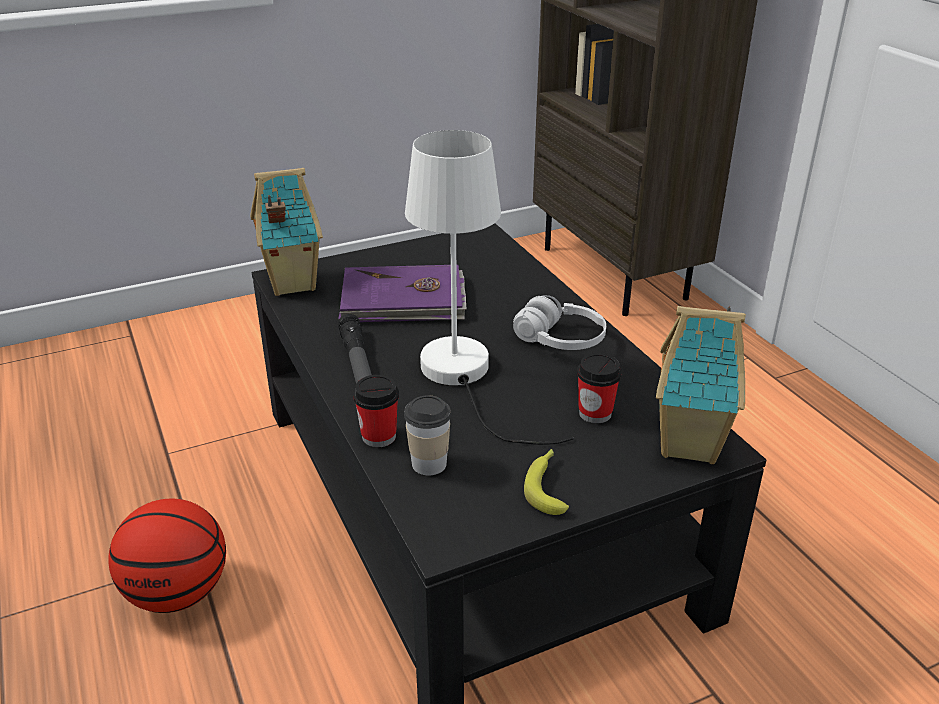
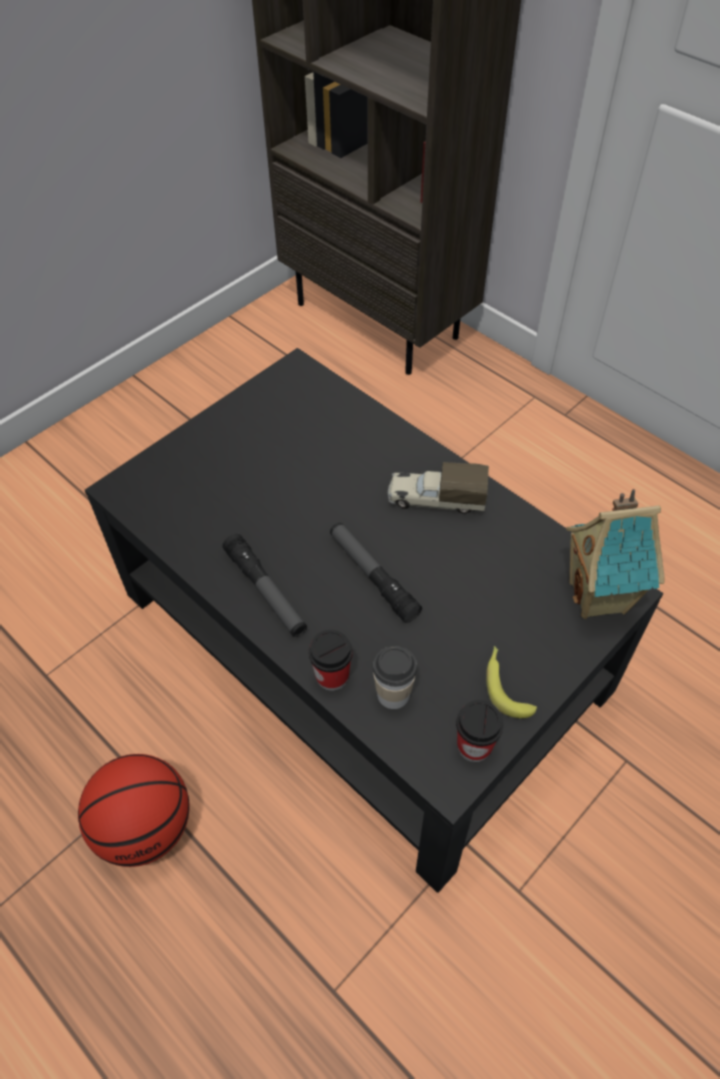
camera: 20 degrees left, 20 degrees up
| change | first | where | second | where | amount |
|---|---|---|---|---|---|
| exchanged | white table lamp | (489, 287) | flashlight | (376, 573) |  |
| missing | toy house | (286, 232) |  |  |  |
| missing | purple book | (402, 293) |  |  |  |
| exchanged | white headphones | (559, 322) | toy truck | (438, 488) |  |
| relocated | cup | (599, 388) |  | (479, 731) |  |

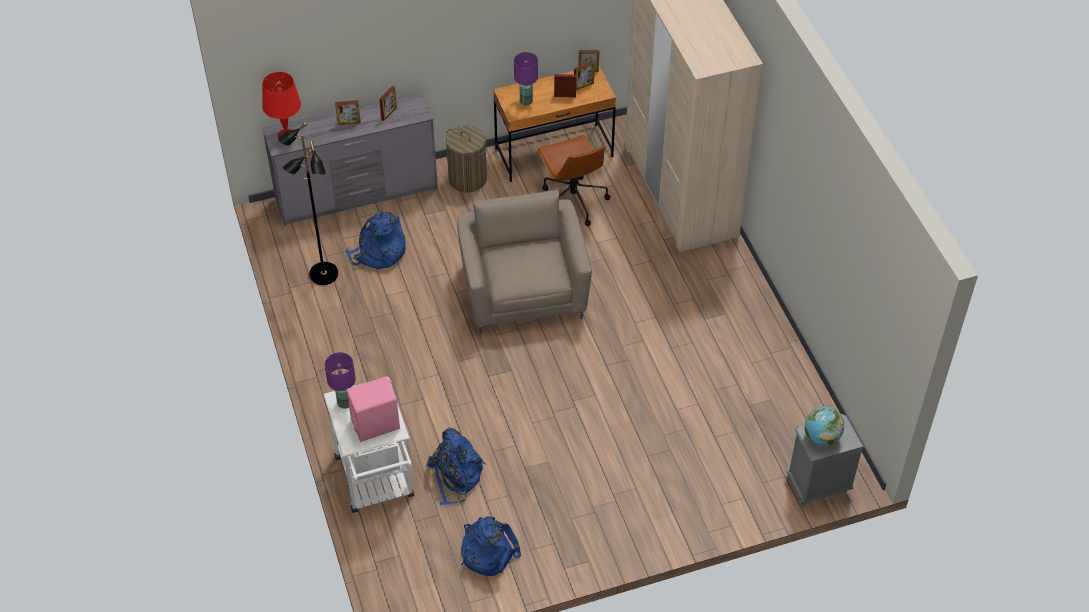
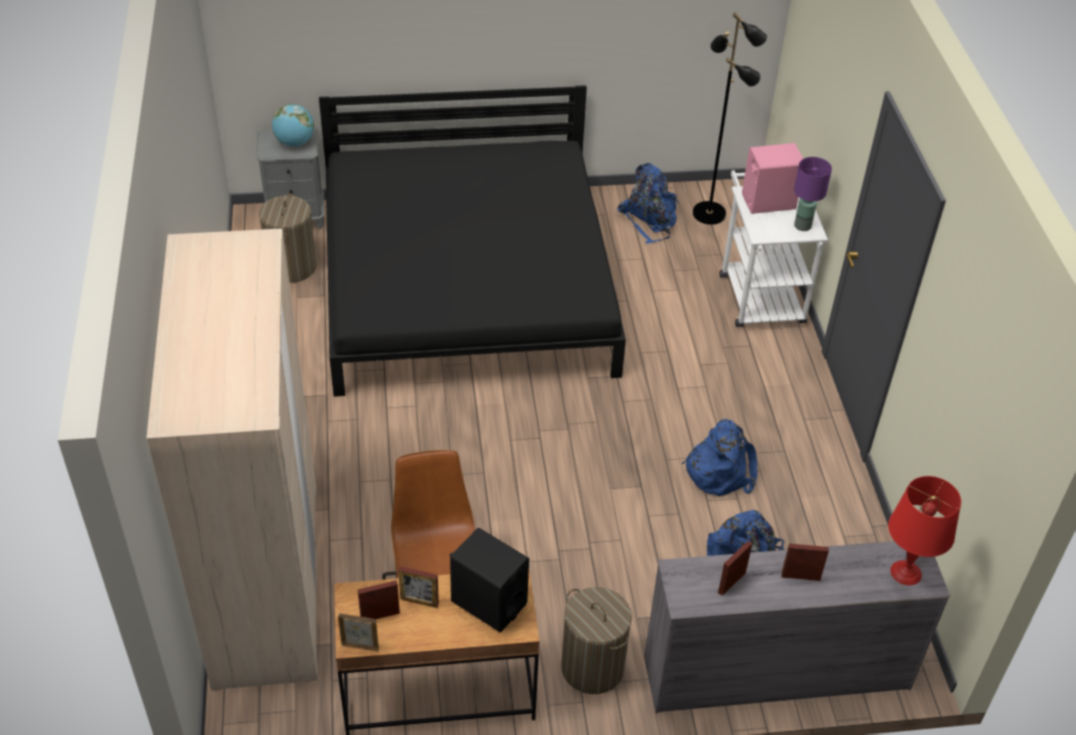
camera: 170 degrees left, 5 degrees down
| change | first | where | second | where | amount |
|---|---|---|---|---|---|
| exchanged | purple table lamp | (526, 79) | black speaker | (489, 580) |  |
| relocated | black floor lamp | (308, 203) |  | (730, 118) |  |
| missing | beige armchair | (524, 262) |  |  |  |
| relocated | blue backpack | (456, 466) |  | (720, 457) |  |
| appeared |  |  | black bed | (472, 241) |  |
| appeared |  |  | laundry basket | (287, 238) |  |

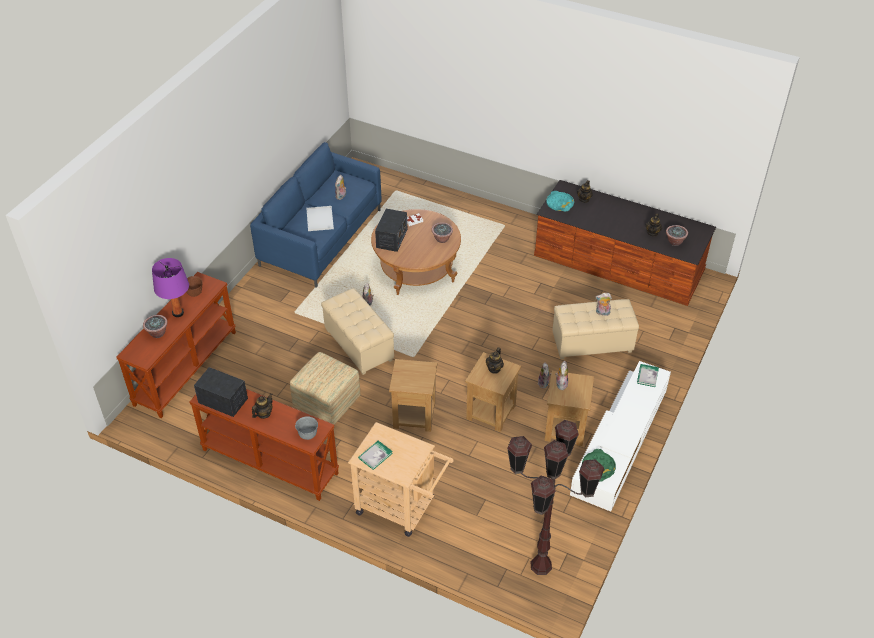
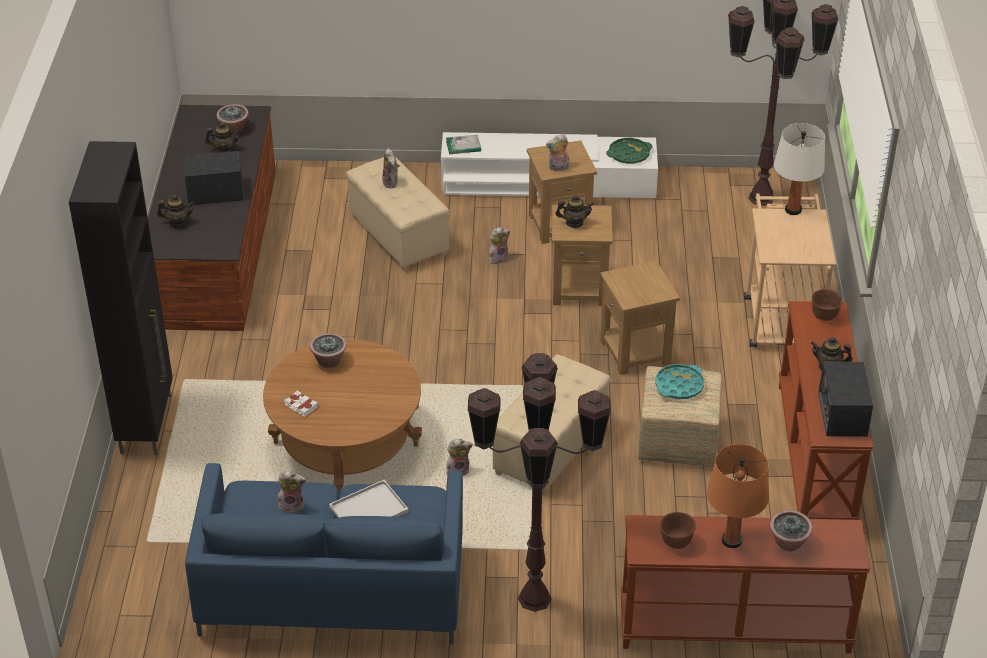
camera: 115 degrees left, 5 degrees down
| change | first | where | second | where | amount |
|---|---|---|---|---|---|
| relocated | turquoise tray | (560, 201) |  | (679, 381) |  |
| relocated | radio | (391, 230) |  | (213, 178) |  |
| colour | purple table lamp | (170, 287) | orange table lamp | (738, 496) |  |
| colour | grey bowl | (306, 428) | brown bowl | (827, 305) |  |
| missing | book | (375, 455) |  |  |  |
| appeared |  |  | white table lamp | (799, 169) |  |
| appeared |  |  | black cabinet | (121, 298) |  |
| appeared |  |  | brown floor lamp | (539, 482) |  |

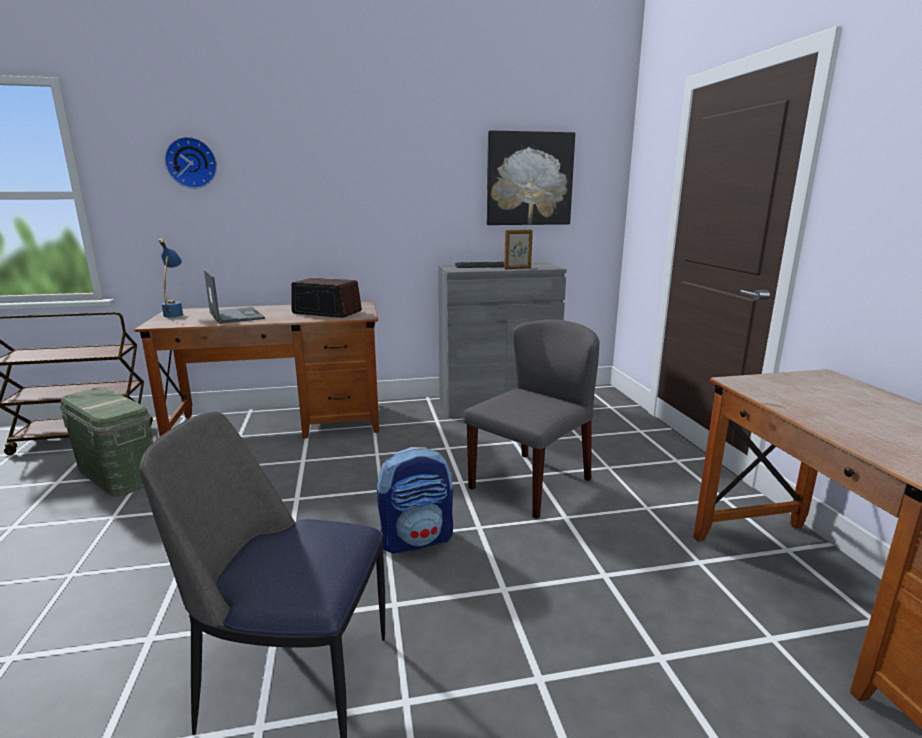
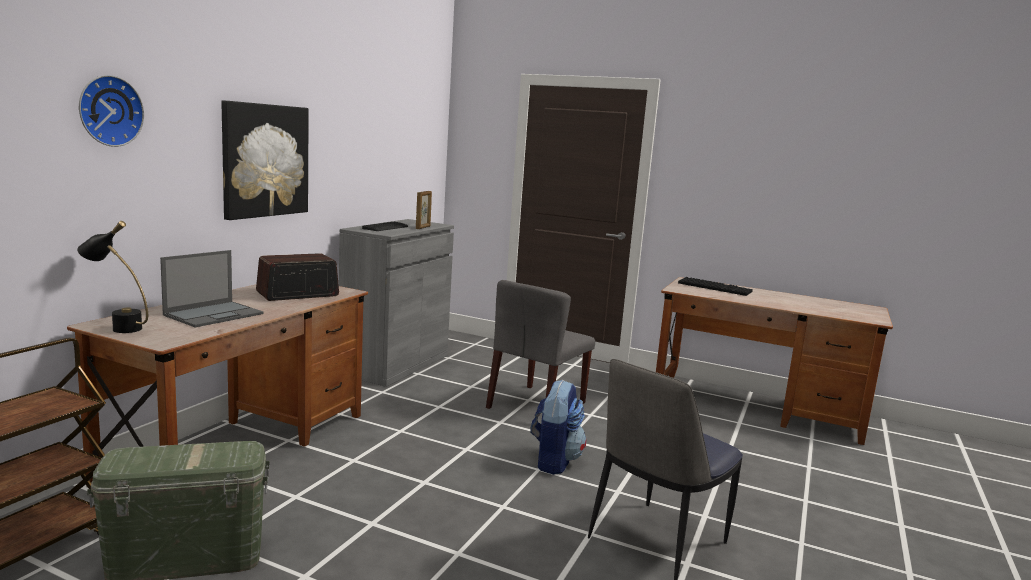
camera: 55 degrees left, 5 degrees down
| change | first | where | second | where | amount |
|---|---|---|---|---|---|
| relocated | picture | (531, 177) |  | (265, 160) |  |
| colour | blue table lamp | (170, 278) | black table lamp | (112, 277) |  |
| spun | laptop | (234, 297) |  | (212, 288) | 120 degrees clockwise |
| spun | grey chair | (531, 419) |  | (540, 344) | 135 degrees counterclockwise |
| appeared |  |  | keyboard | (715, 286) |  |

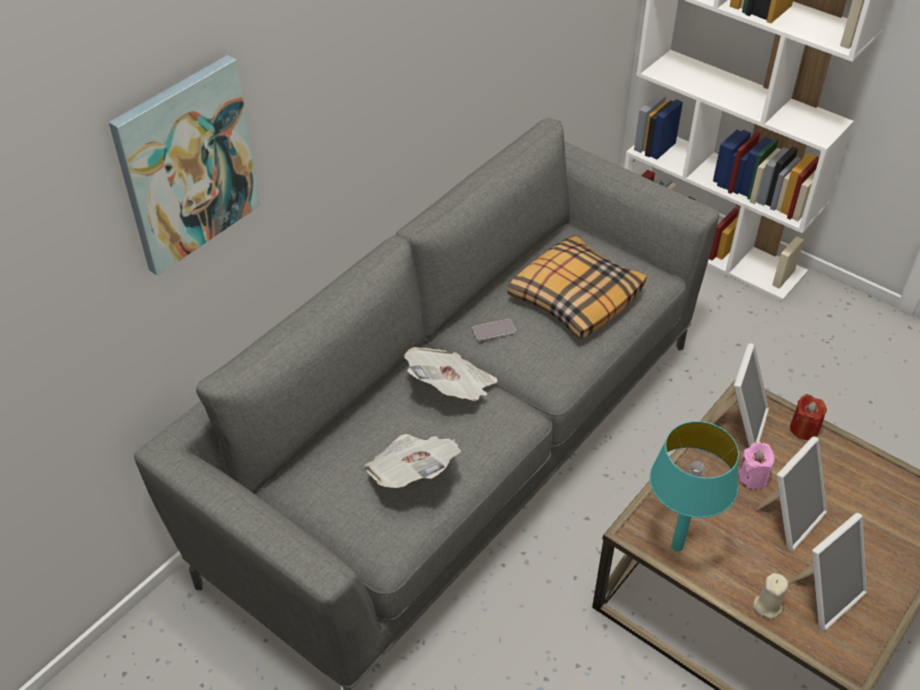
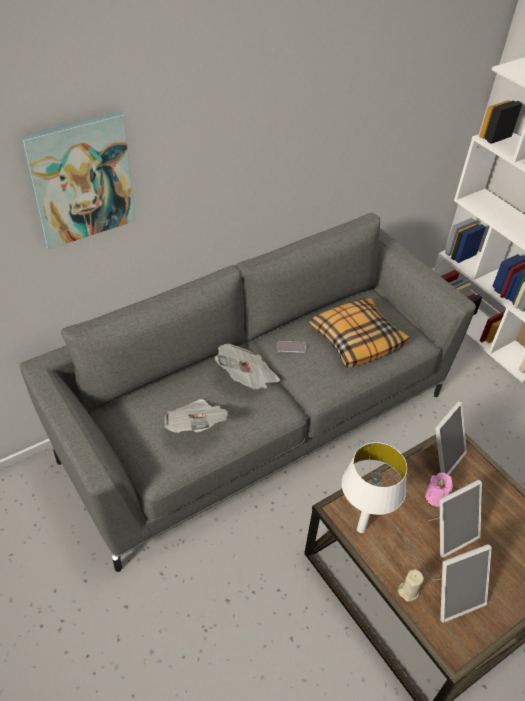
camera: 15 degrees right, 0 degrees up
| change | first | where | second | where | amount |
|---|---|---|---|---|---|
| missing | red candle | (808, 417) |  |  |  |
| colour | turquoise table lamp | (694, 486) | white table lamp | (374, 487) |  |

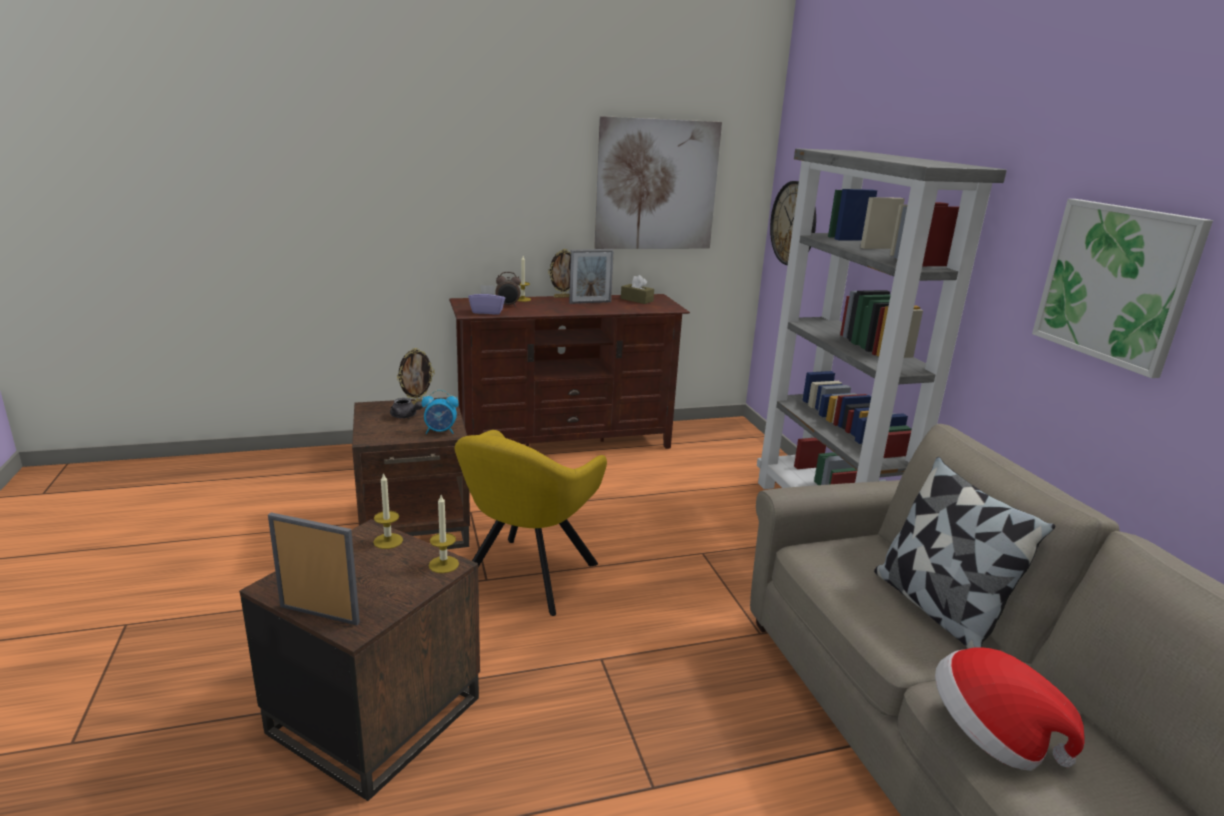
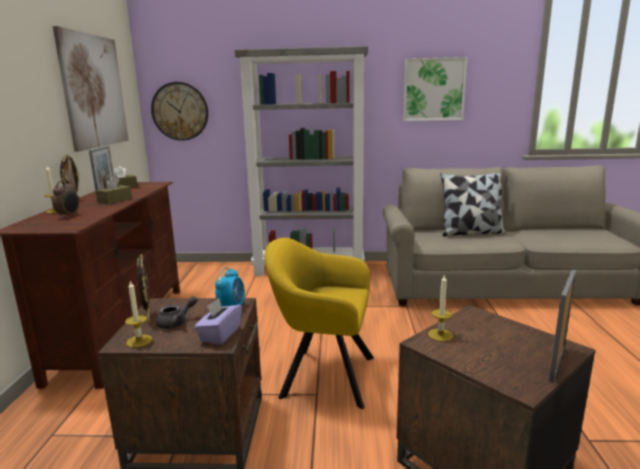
camera: 70 degrees left, 5 degrees down
| change | first | where | second | where | amount |
|---|---|---|---|---|---|
| relocated | purple tissue box | (486, 300) |  | (218, 321) |  |
| spun | yellow armchair | (531, 523) |  | (319, 323) | 150 degrees clockwise |
| relocated | candle | (444, 534) |  | (138, 314) |  |
| missing | hat | (1010, 709) |  |  |  |
| appeared |  |  | brown tissue box | (114, 190) |  |

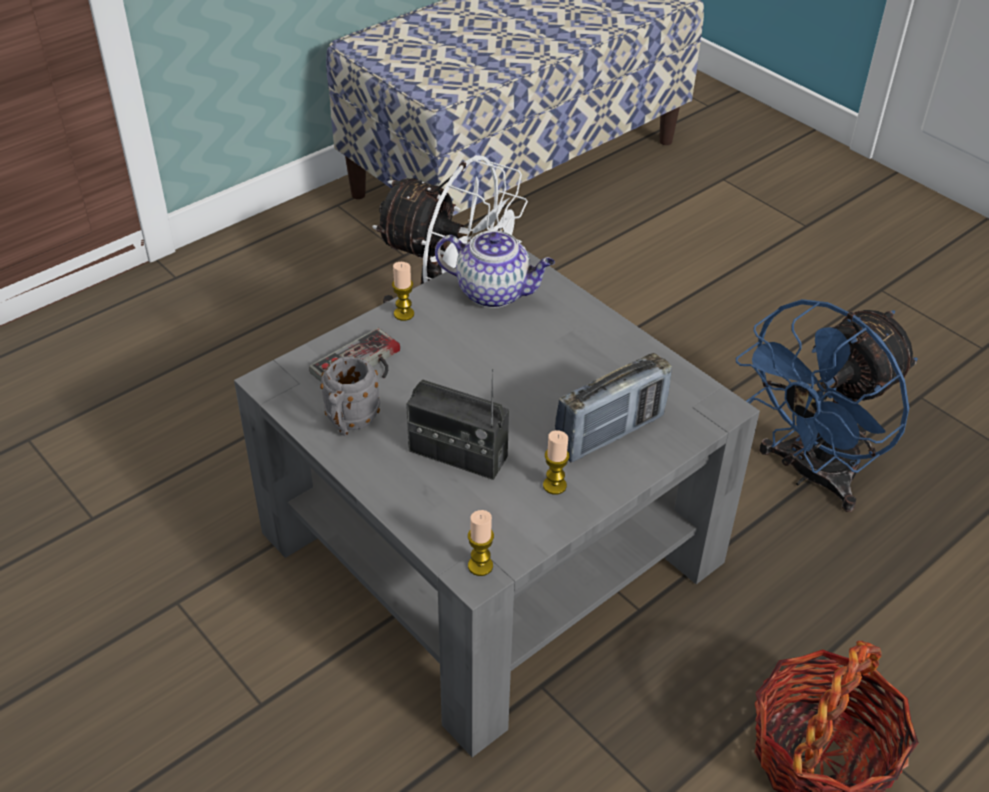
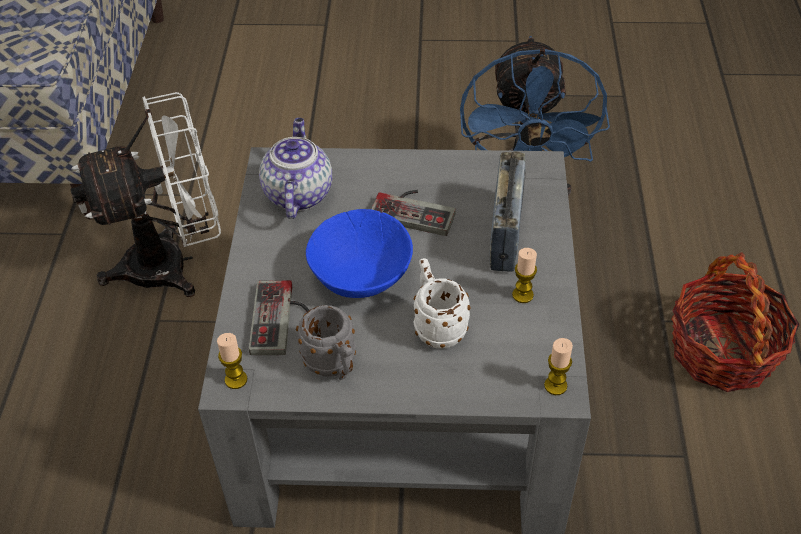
camera: 45 degrees left, 5 degrees up
| change | first | where | second | where | amount |
|---|---|---|---|---|---|
| spun | teapot | (495, 269) |  | (295, 168) | 60 degrees counterclockwise |
| relocated | candle | (403, 291) |  | (232, 361) |  |
| exchanged | radio | (457, 424) | white mug | (442, 303) |  |
| appeared |  |  | game controller | (413, 213) |  |
| appeared |  |  | blue bowl | (359, 253) |  |

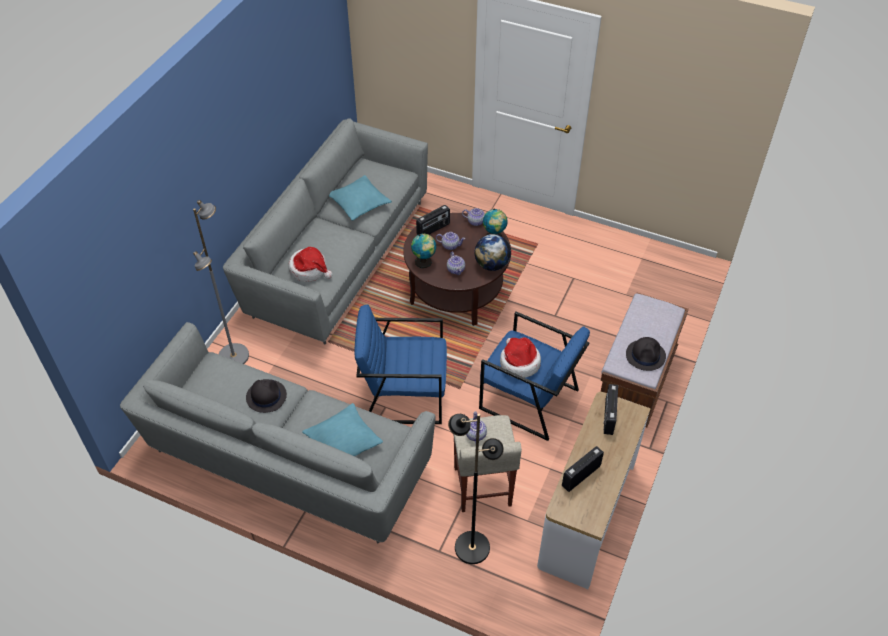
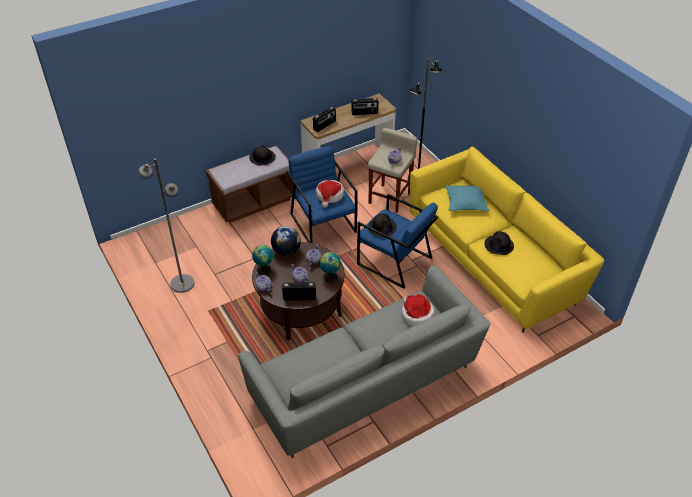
camera: 145 degrees left, 5 degrees down
| change | first | where | second | where | amount |
|---|---|---|---|---|---|
| missing | turquoise pillow | (360, 198) |  |  |  |
| relocated | grey floor lamp | (221, 282) |  | (166, 226) |  |
| colour | grey sofa | (278, 432) | yellow sofa | (506, 240) |  |
| appeared |  |  | black hat | (382, 225) |  |

